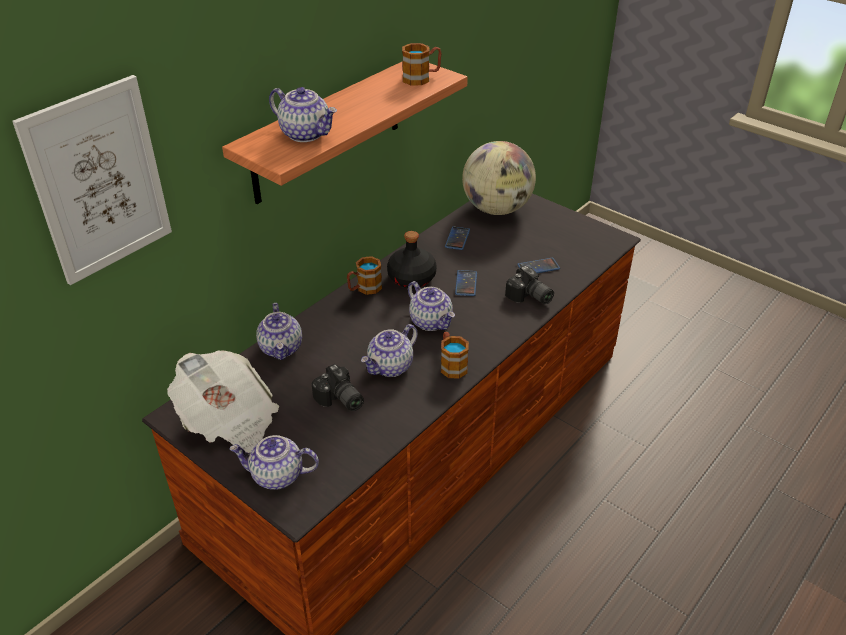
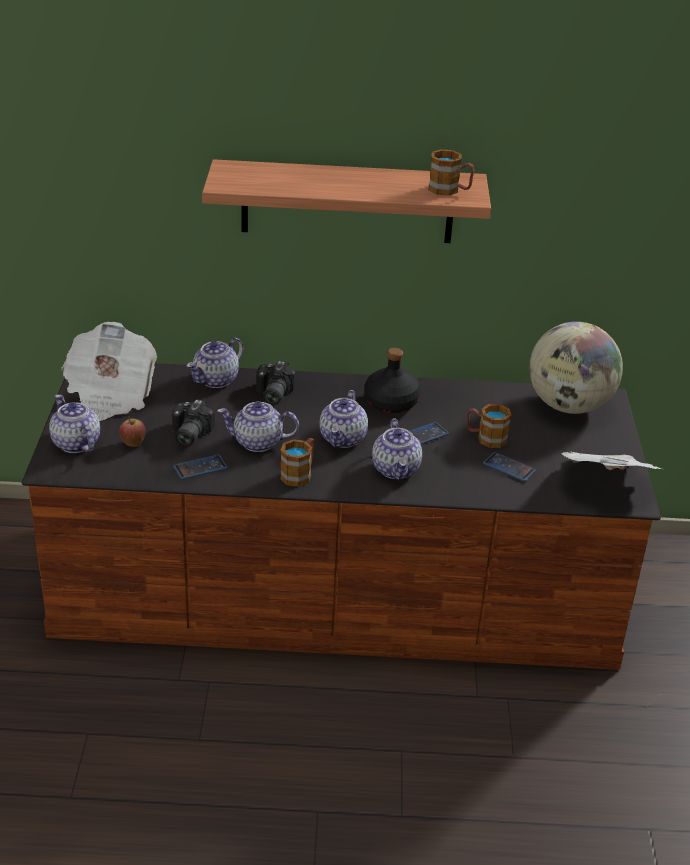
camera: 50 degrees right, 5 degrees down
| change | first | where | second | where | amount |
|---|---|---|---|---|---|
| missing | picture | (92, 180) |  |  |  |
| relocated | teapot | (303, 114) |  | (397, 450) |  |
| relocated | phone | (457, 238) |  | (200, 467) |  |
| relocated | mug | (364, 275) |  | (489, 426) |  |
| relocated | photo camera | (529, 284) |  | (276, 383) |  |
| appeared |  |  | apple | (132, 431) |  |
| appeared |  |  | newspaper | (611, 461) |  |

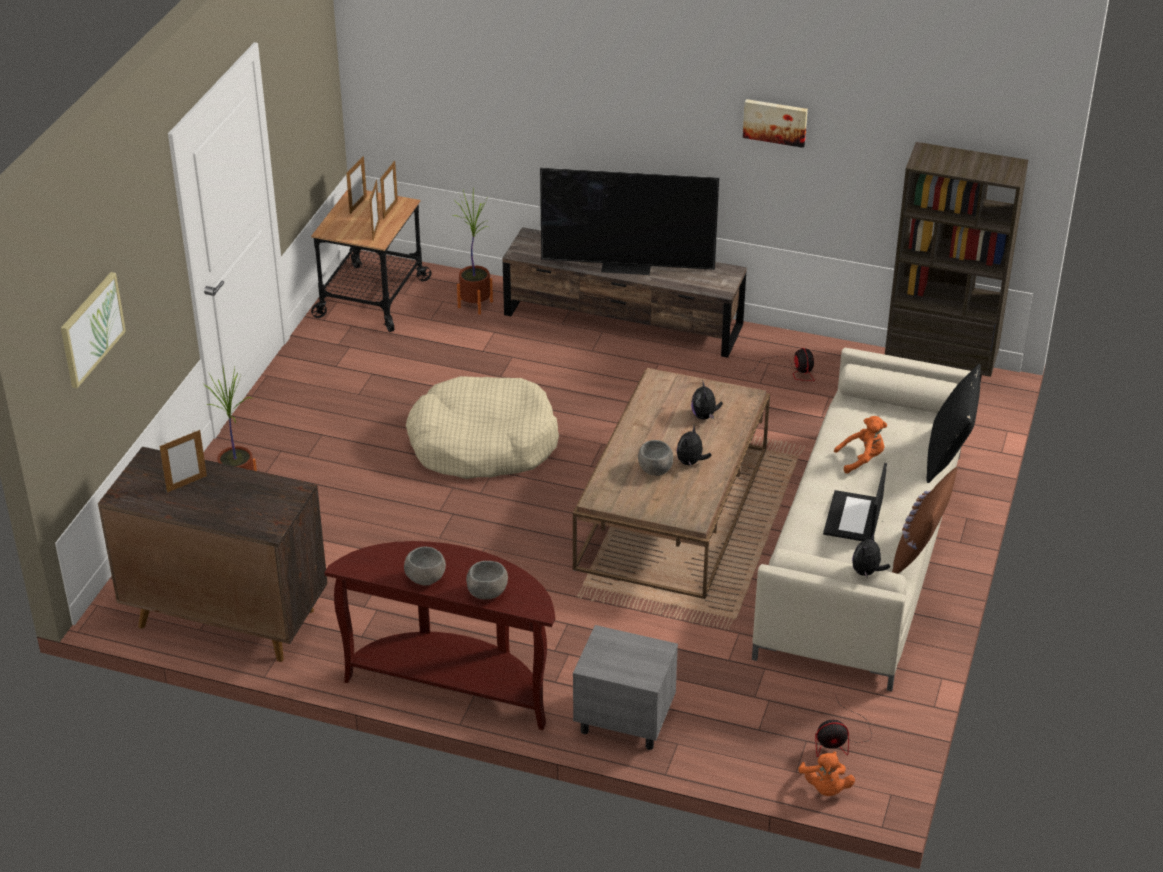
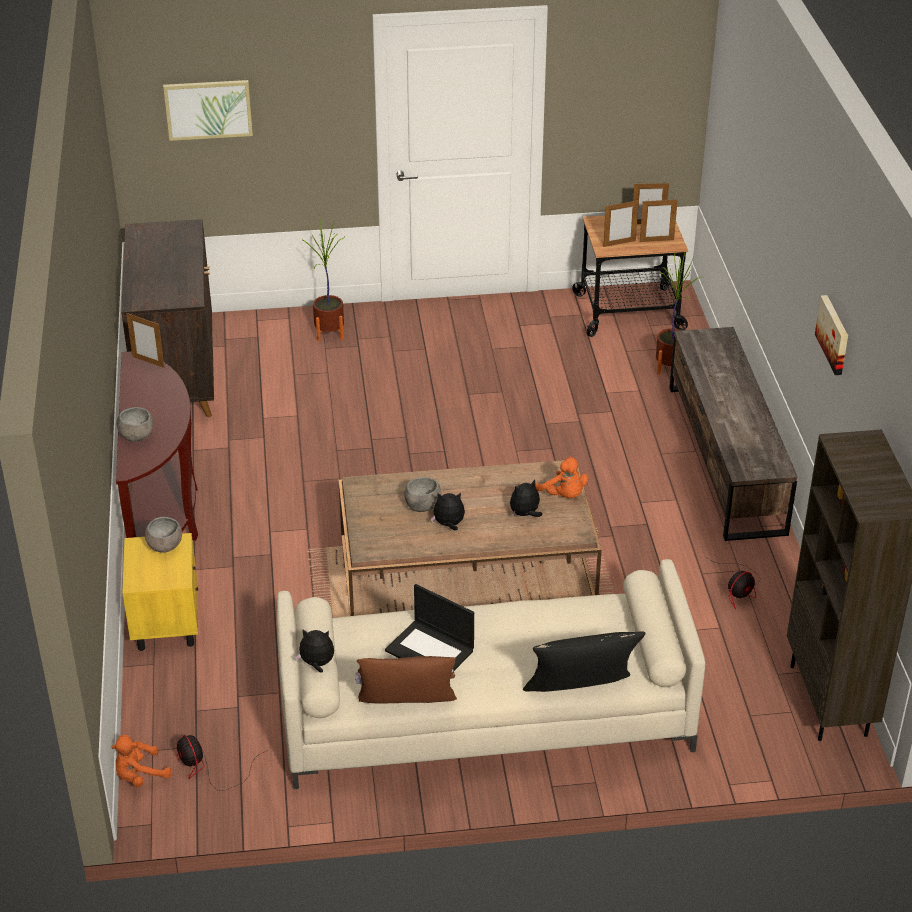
camera: 65 degrees right, 0 degrees up
| change | first | where | second | where | amount |
|---|---|---|---|---|---|
| missing | television | (629, 221) |  |  |  |
| missing | beige dog bed | (482, 427) |  |  |  |
| relocated | orange plush toy | (860, 445) |  | (561, 477) |  |
| relocated | picture frame | (183, 461) |  | (145, 340) |  |
| spun | laptop | (855, 502) |  | (429, 628) | 135 degrees counterclockwise |
| relocated | grey bowl | (425, 566) |  | (163, 535) |  |
| colour | grey nightstand | (625, 687) | yellow nightstand | (160, 592) |  |

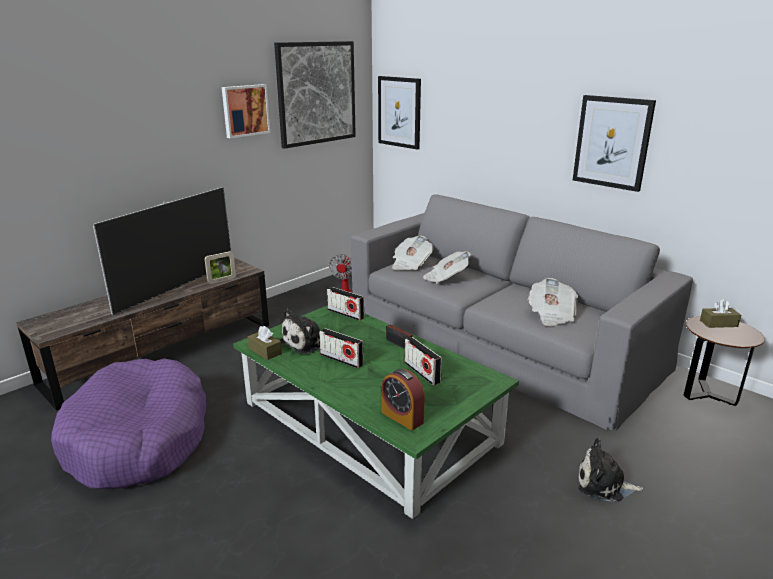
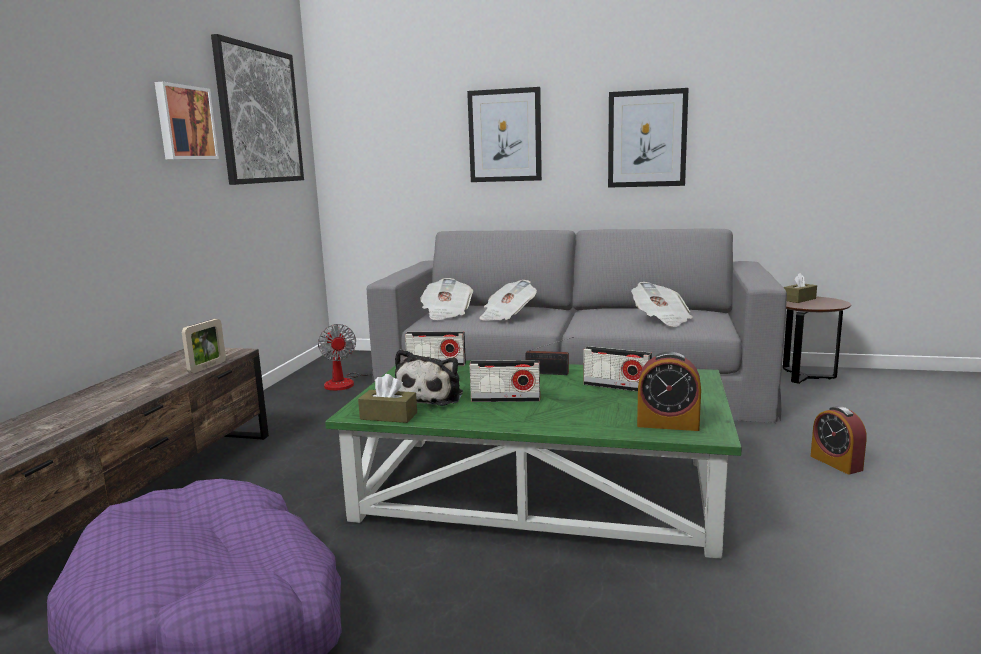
camera: 30 degrees left, 10 degrees down
| change | first | where | second | where | amount |
|---|---|---|---|---|---|
| relocated | picture | (399, 113) |  | (504, 134) |  |
| missing | television | (162, 251) |  |  |  |
| exchanged | plush toy | (610, 470) | alarm clock | (839, 440) |  |

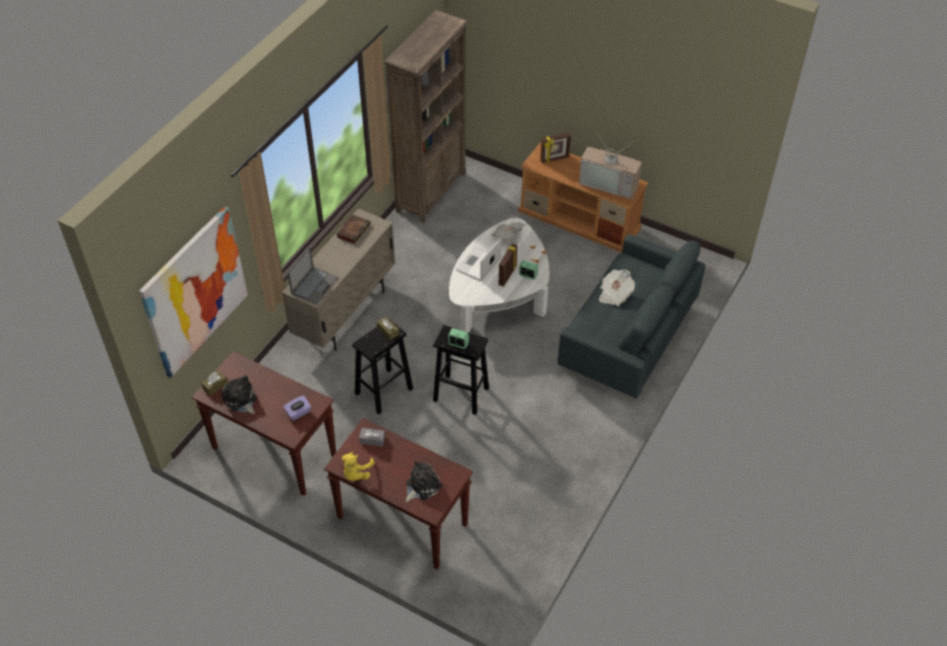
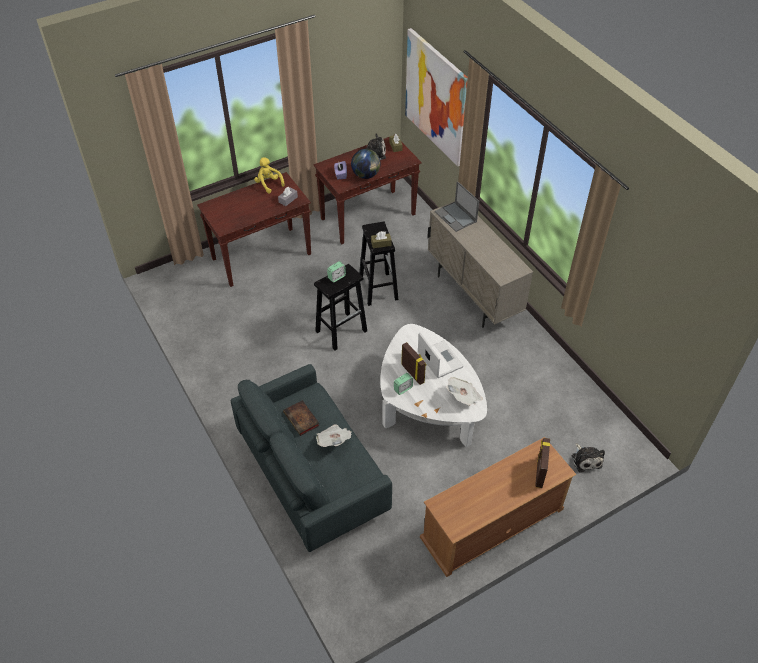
camera: 120 degrees right, 0 degrees up
| change | first | where | second | where | amount |
|---|---|---|---|---|---|
| missing | brown bookcase | (426, 116) |  |  |  |
| missing | television | (610, 165) |  |  |  |
| relocated | book | (353, 229) |  | (301, 418) |  |
| relocated | plush toy | (423, 481) |  | (588, 458) |  |
| appeared |  |  | globe | (365, 164) |  |

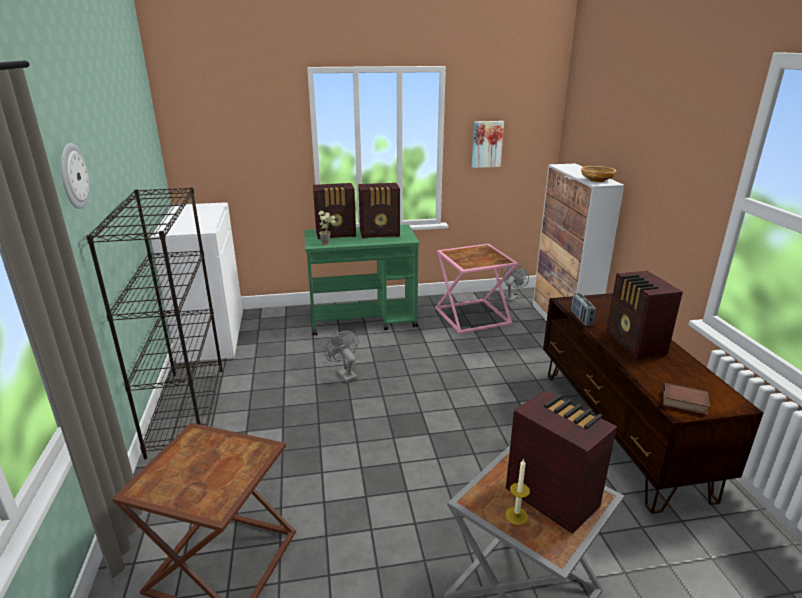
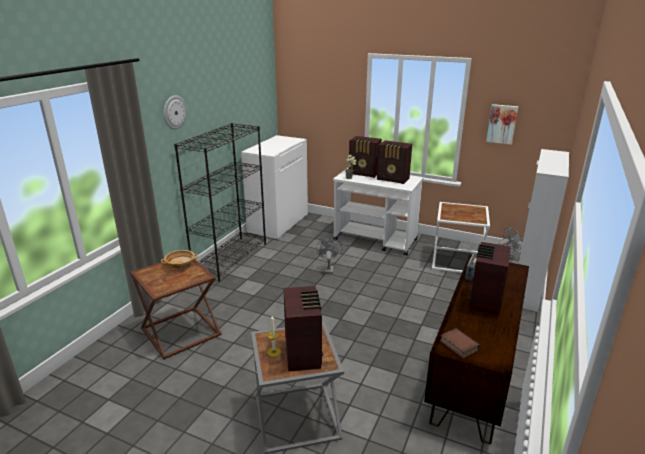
camera: 35 degrees right, 0 degrees up
| change | first | where | second | where | amount |
|---|---|---|---|---|---|
| relocated | beige bowl | (598, 174) |  | (179, 259) |  |
| colour | green cart | (362, 280) | white cart | (378, 211) |  |
| colour | pink side table | (476, 289) | white side table | (461, 237) |  |

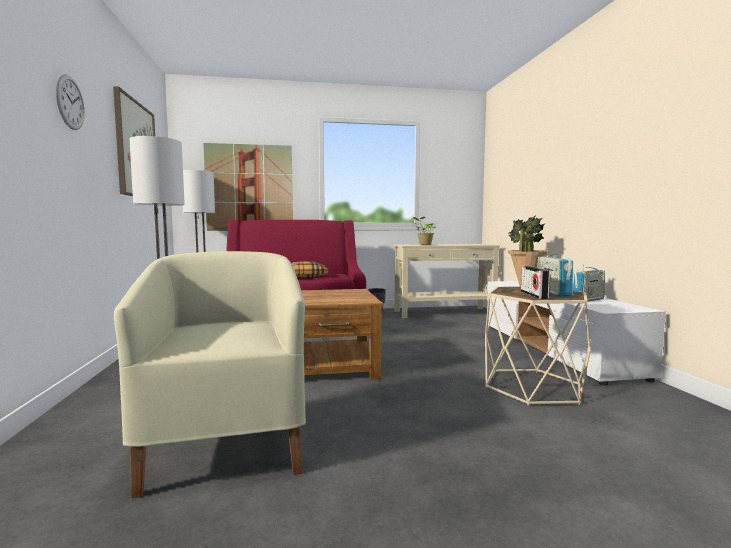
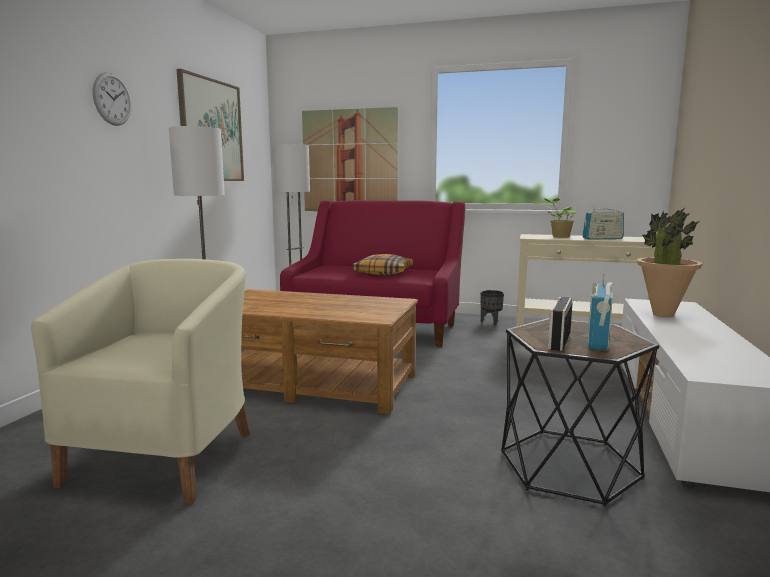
camera: 25 degrees right, 5 degrees up
| change | first | where | second | where | amount |
|---|---|---|---|---|---|
| relocated | radio | (589, 283) |  | (603, 223) |  |
| colour | beige side table | (538, 346) | black side table | (580, 412) |  |

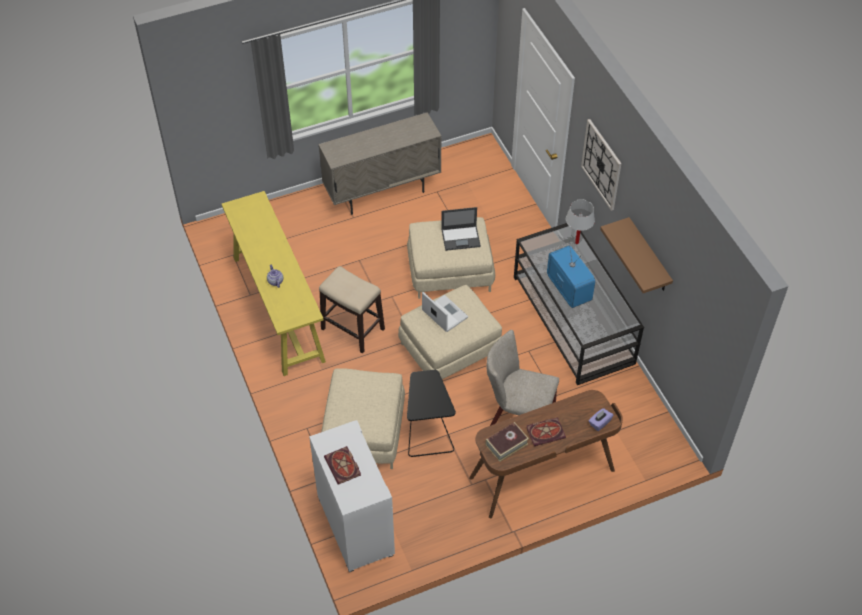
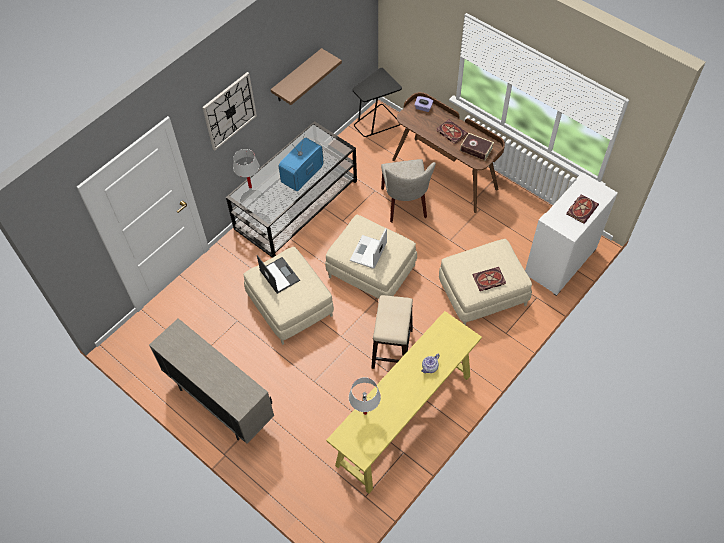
camera: 115 degrees left, 5 degrees up
| change | first | where | second | where | amount |
|---|---|---|---|---|---|
| relocated | black side table | (431, 413) |  | (377, 102) |  |
| appeared |  |  | book | (489, 279) |  |
| appeared |  |  | white table lamp | (365, 396) |  |

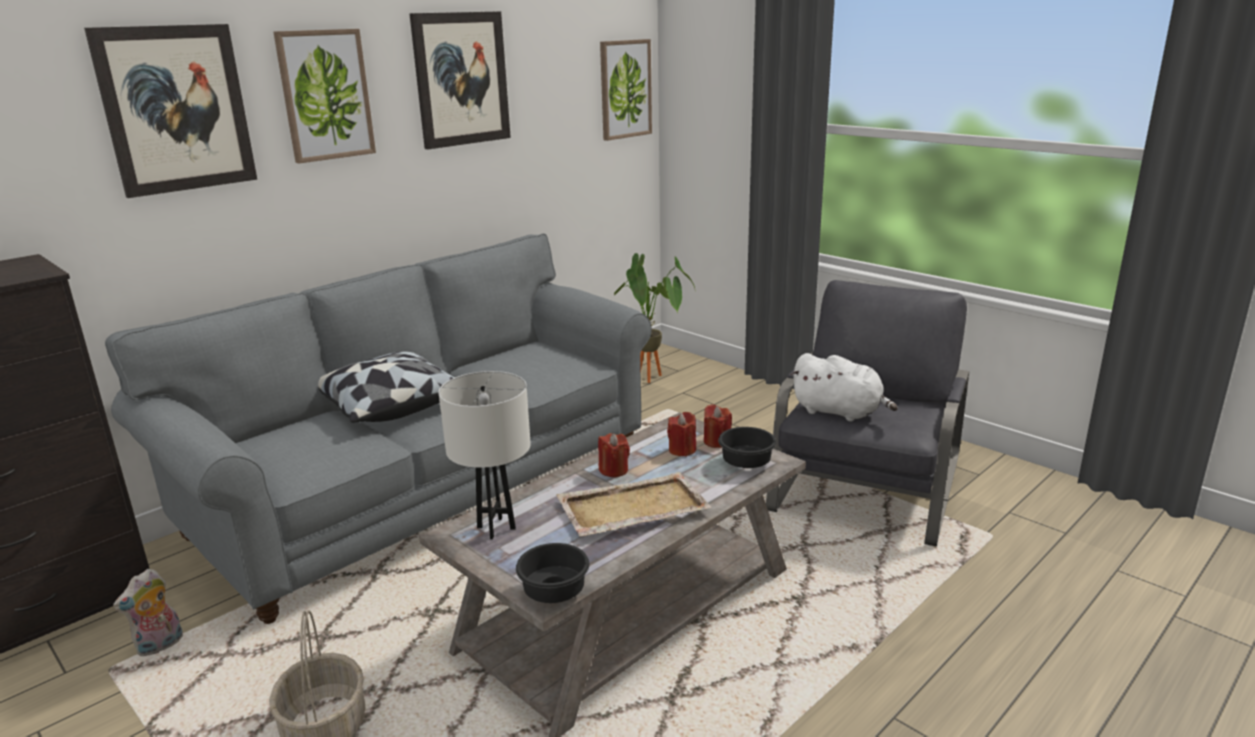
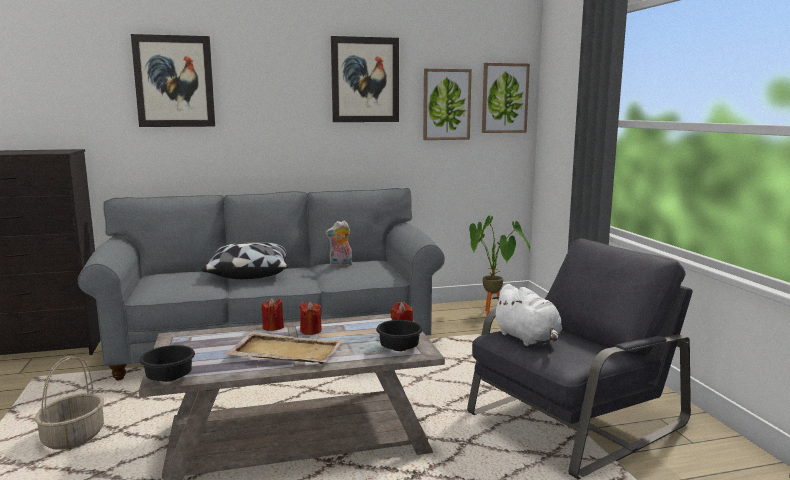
camera: 30 degrees right, 10 degrees down
| change | first | where | second | where | amount |
|---|---|---|---|---|---|
| relocated | picture | (324, 96) |  | (447, 104) |  |
| missing | white table lamp | (484, 455) |  |  |  |
| relocated | red candle | (681, 434) |  | (272, 314) |  |
| relocated | plush toy | (148, 612) |  | (338, 243) |  |

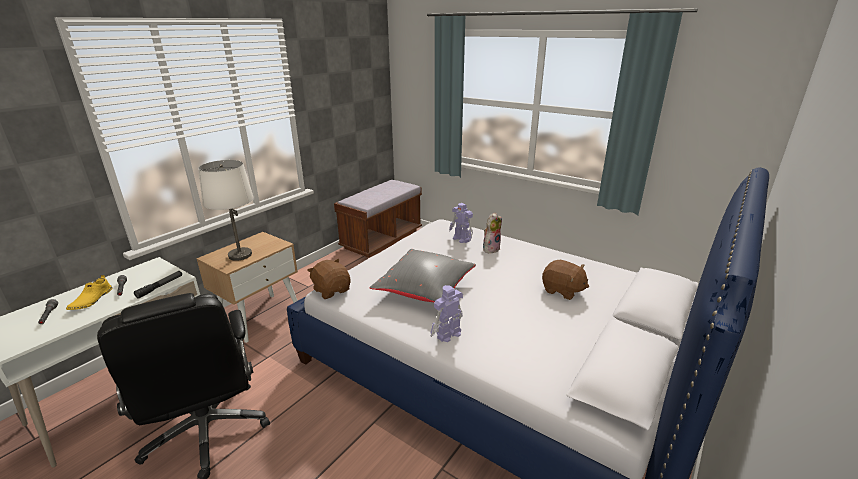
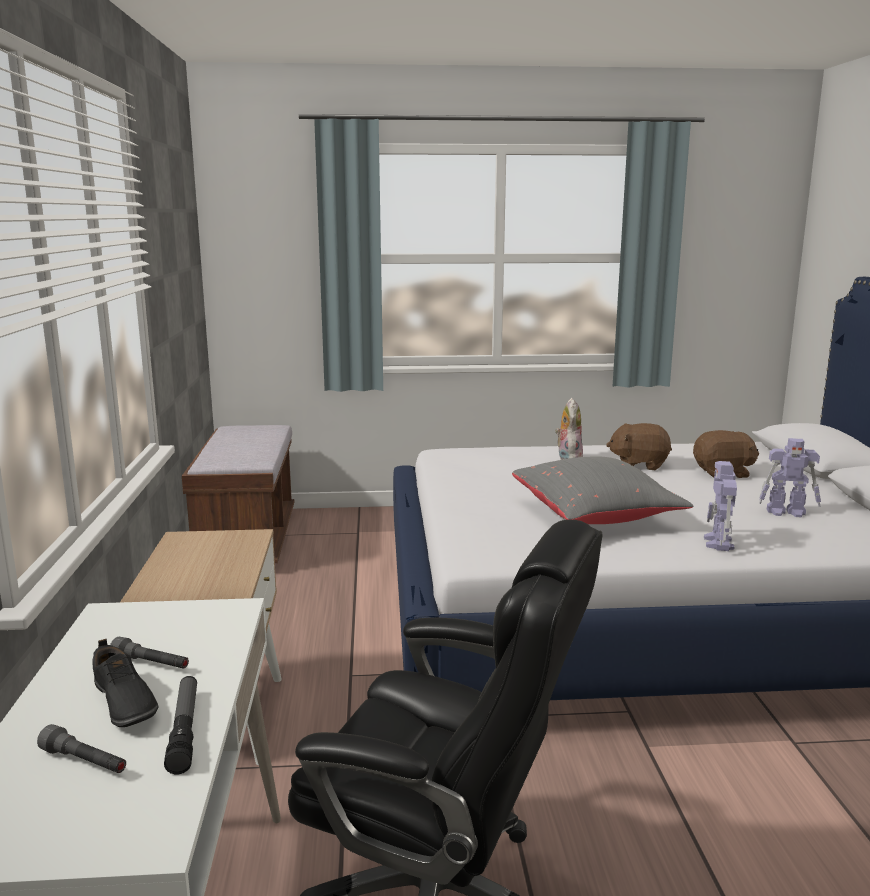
camera: 40 degrees left, 10 degrees down
| change | first | where | second | where | amount |
|---|---|---|---|---|---|
| missing | white table lamp | (226, 210) |  |  |  |
| relocated | toy robot | (461, 223) |  | (790, 478) |  |
| relocated | brown plush toy | (328, 279) |  | (639, 446) |  |
| relocated | flashlight | (158, 285) |  | (180, 725) |  |
| colour | yellow shoe | (89, 292) | black shoe | (125, 683) |  |

